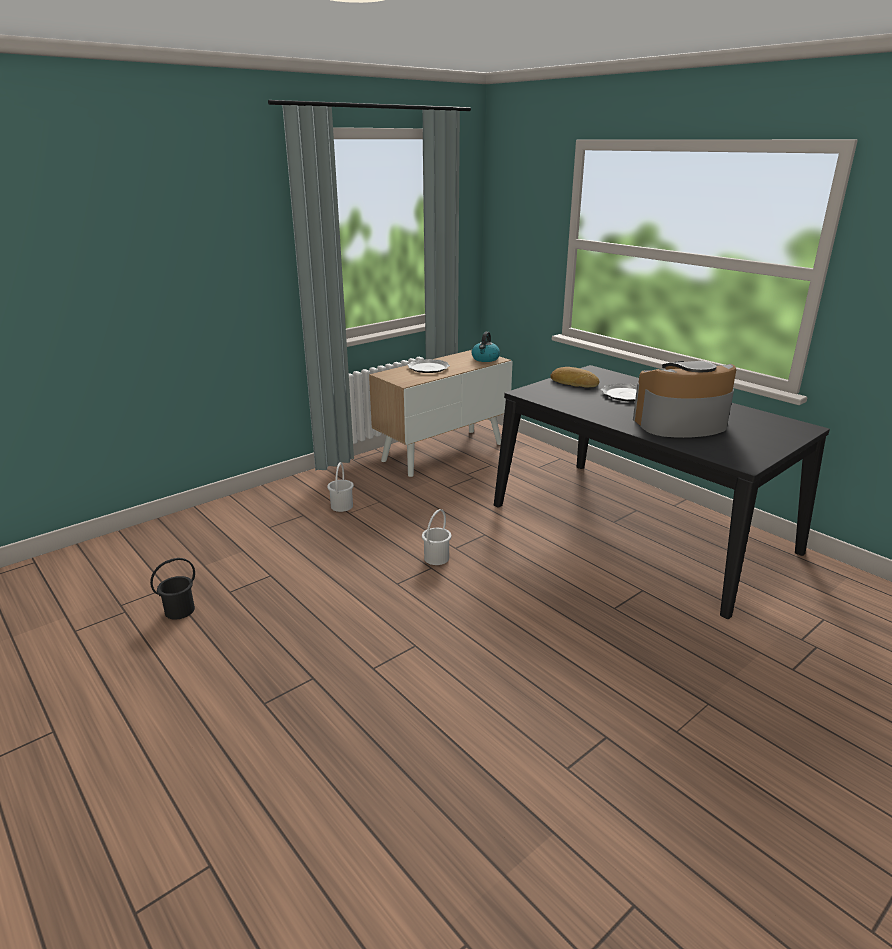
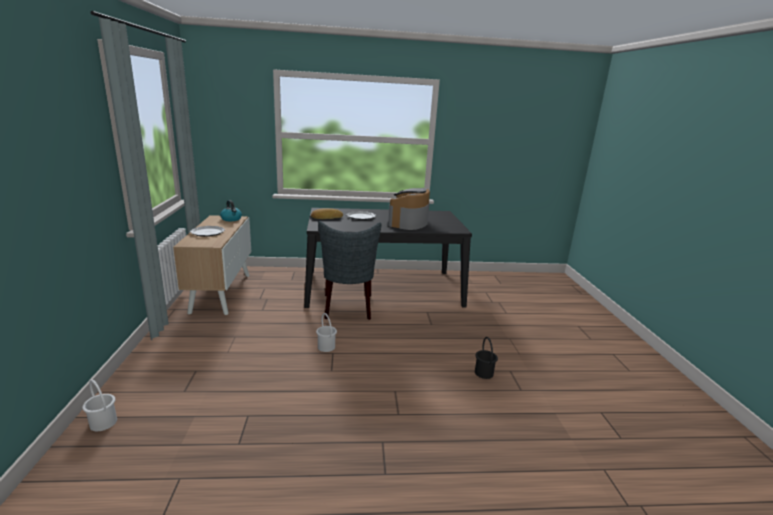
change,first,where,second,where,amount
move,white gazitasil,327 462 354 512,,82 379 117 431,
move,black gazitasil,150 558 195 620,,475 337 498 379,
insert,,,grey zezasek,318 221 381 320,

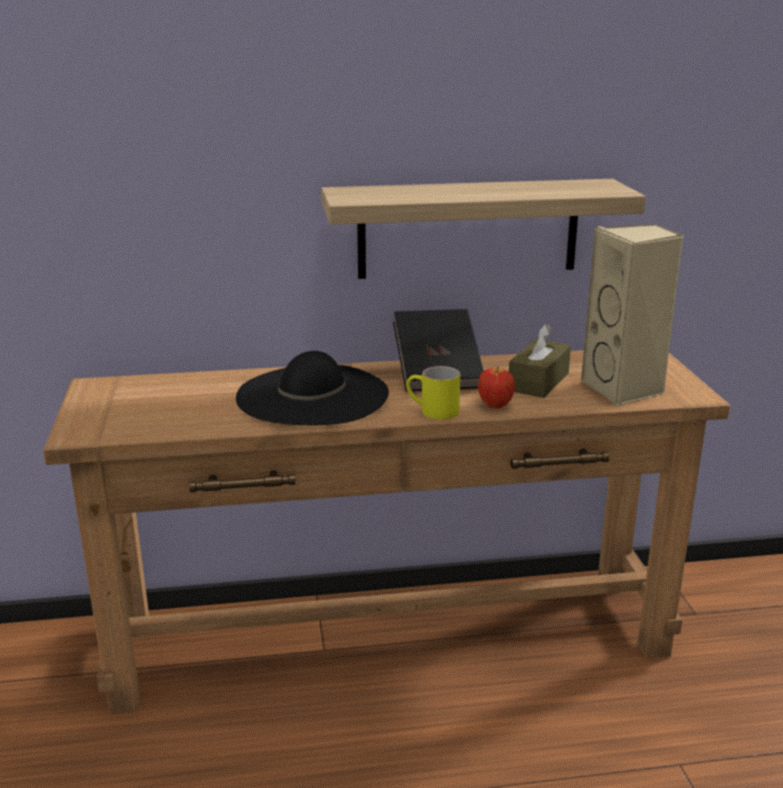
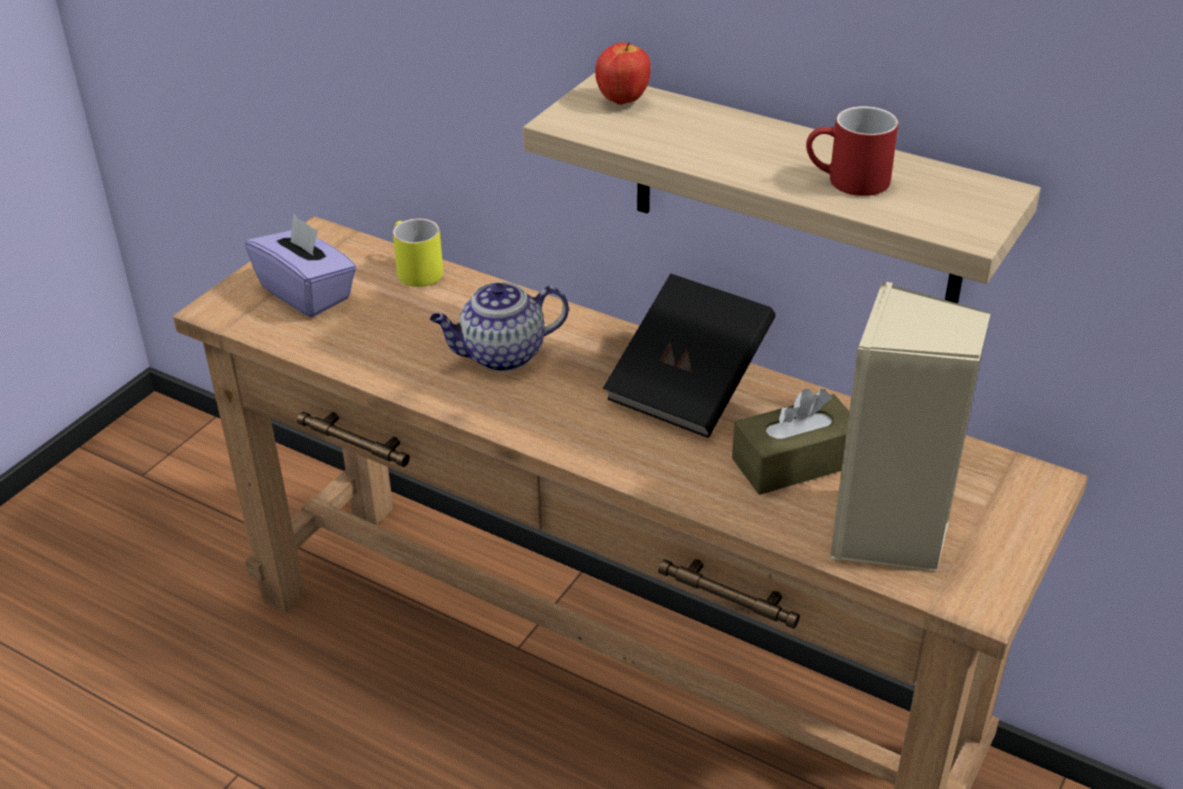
change,first,where,second,where,amount
replace,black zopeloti,236 351 389 426,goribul,430 282 569 372,
move,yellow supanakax,406 366 460 420,,393 218 443 287,
move,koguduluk,478 366 515 408,,595 42 651 105,
insert,,,red supanakax,806 106 899 196,
insert,,,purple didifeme,245 214 357 317,

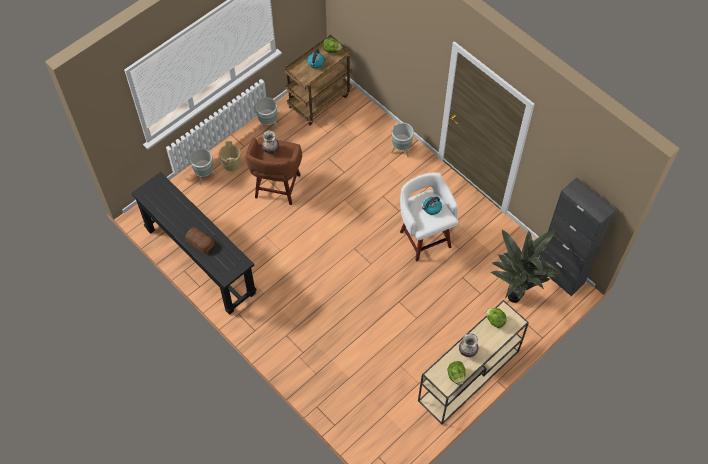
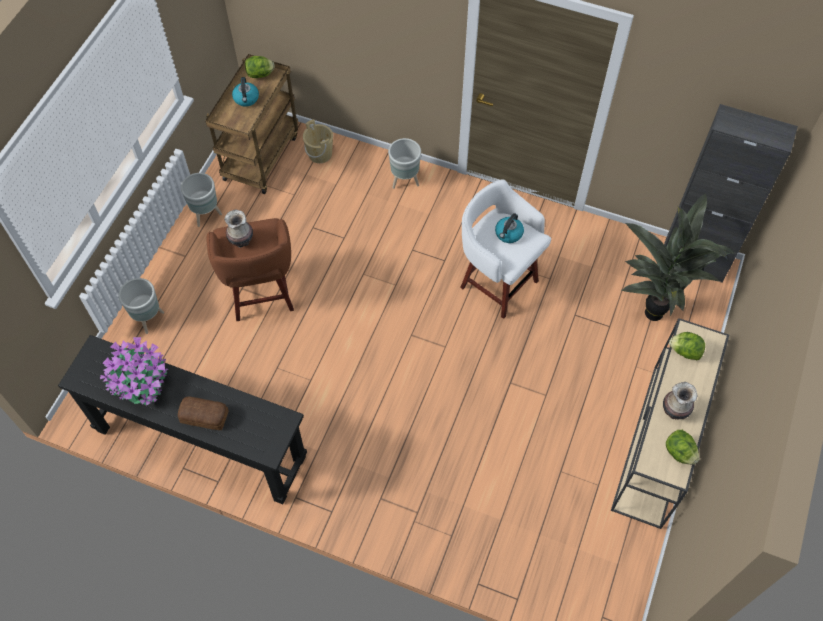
change,first,where,second,where,amount
move,beige gazitasil,219 141 241 171,,303 119 333 163,
insert,,,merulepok,100 337 168 405,

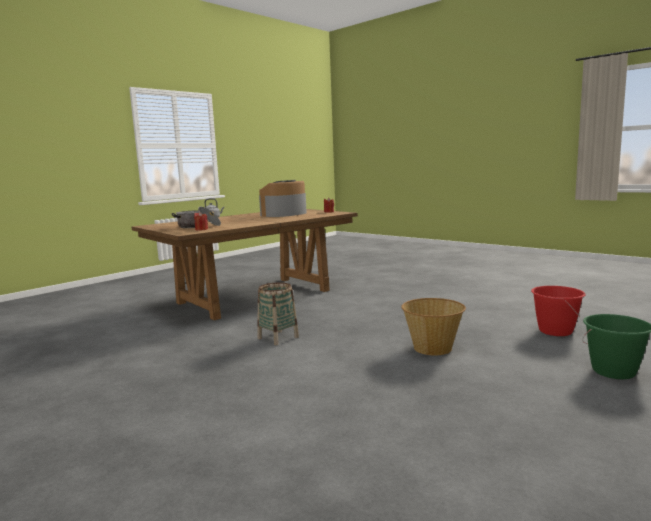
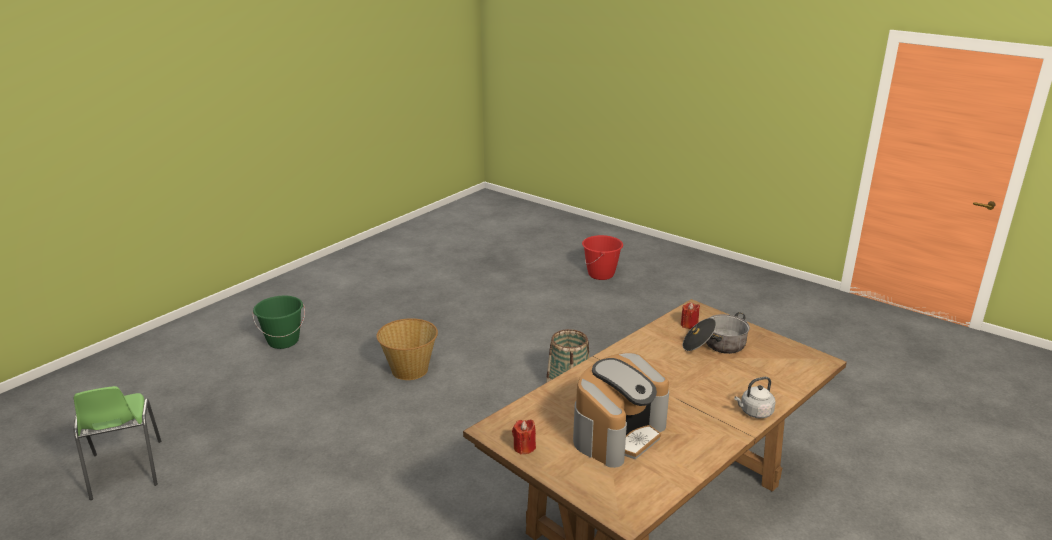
change,first,where,second,where,amount
move,red gazitasil,531 286 586 336,,582 235 623 280,
insert,,,green zezasek,74 386 161 500,

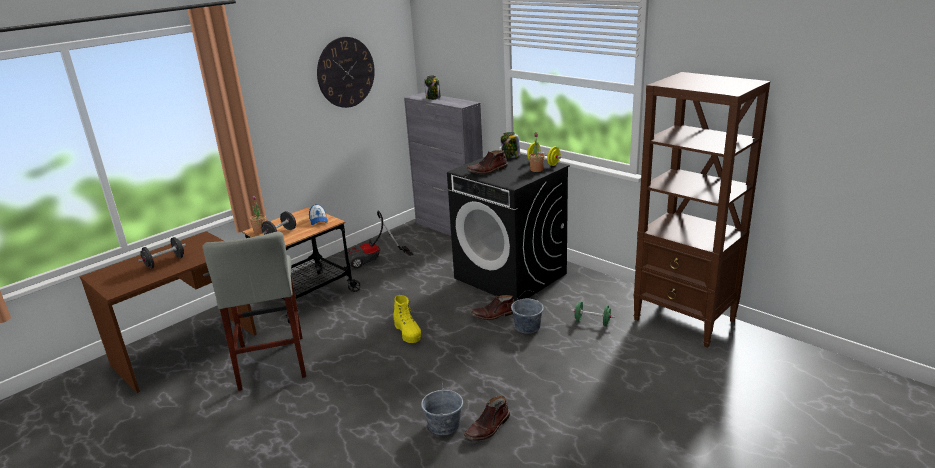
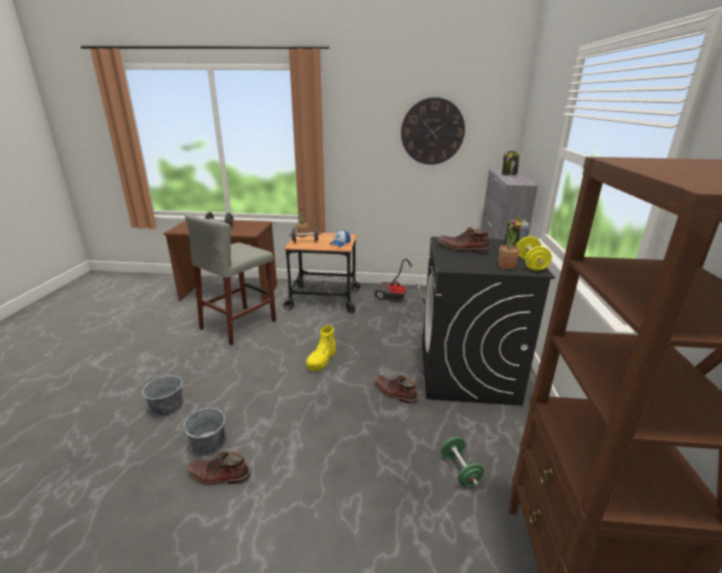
change,first,where,second,where,amount
move,grey gazitasil,511 290 544 334,,142 369 182 416,

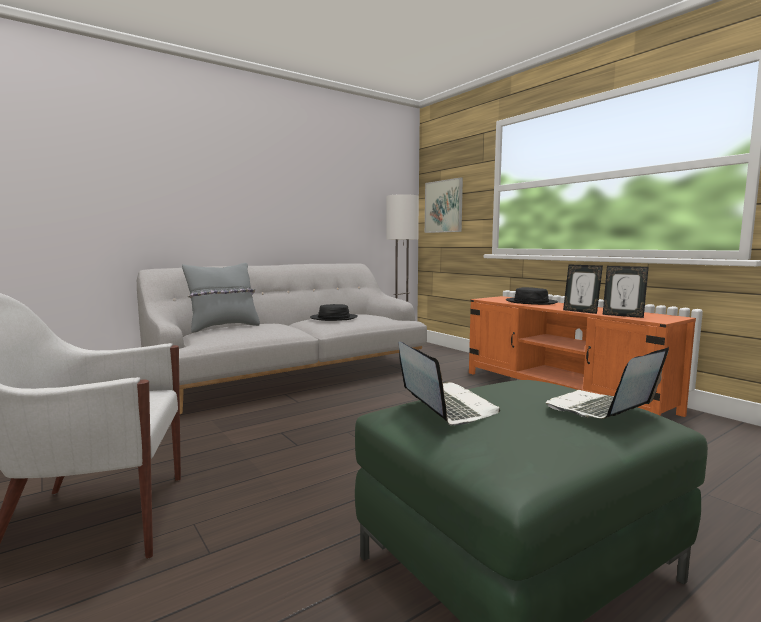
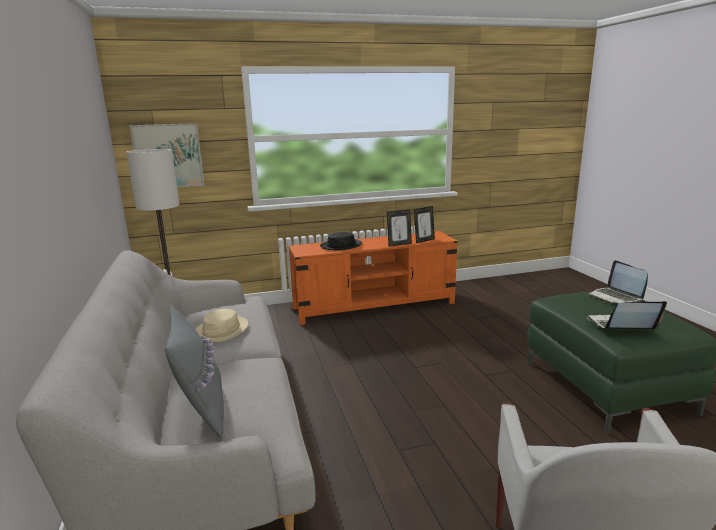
change,first,where,second,where,amount
recolor,black zopeloti,310 304 358 321,beige zopeloti,195 309 248 343,

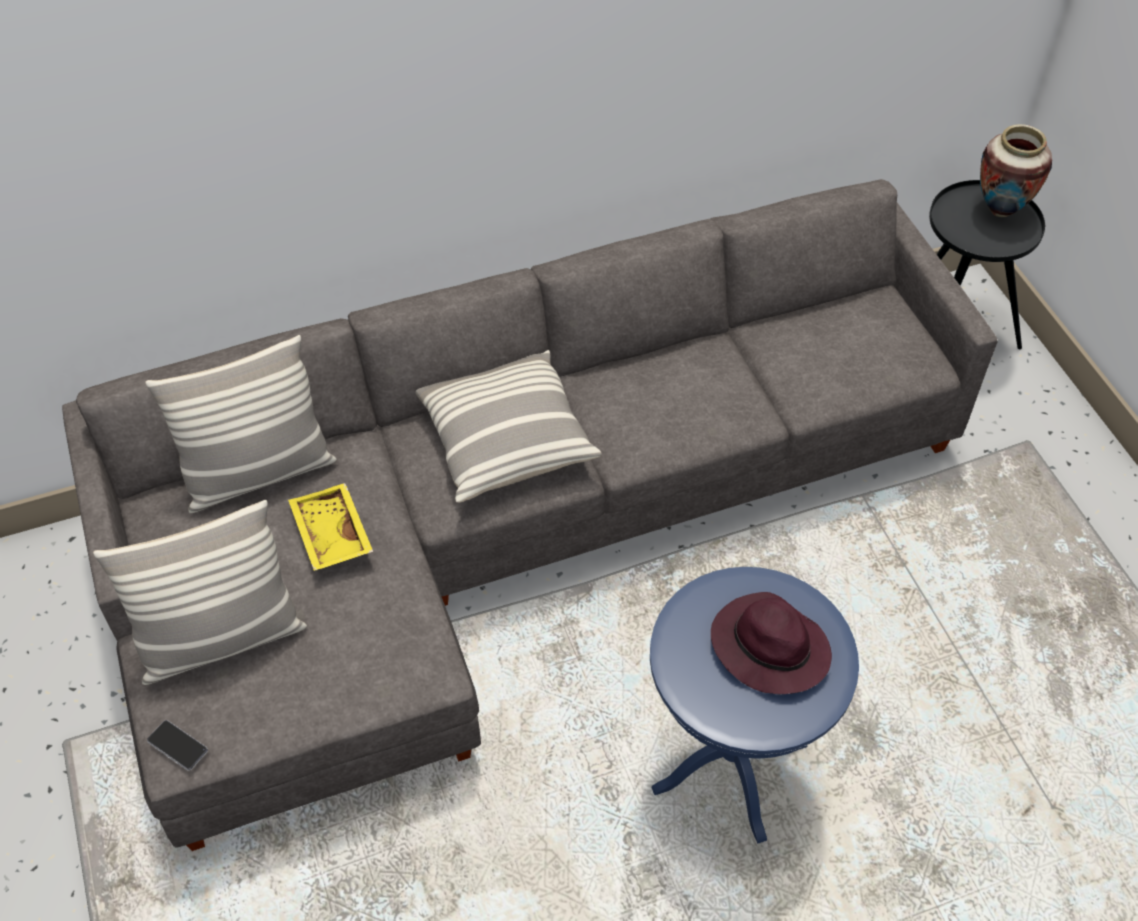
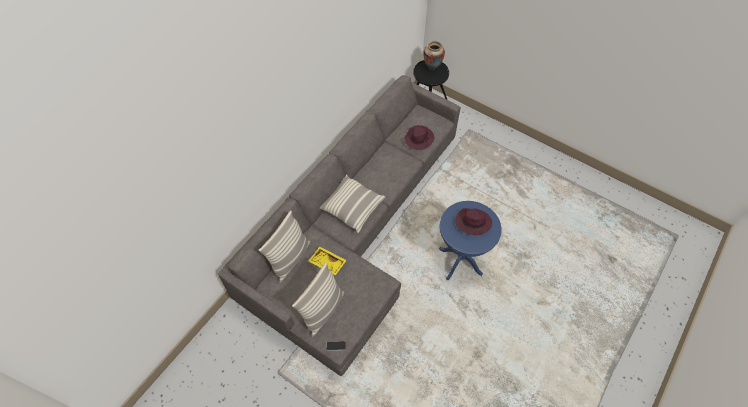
change,first,where,second,where,amount
insert,,,purple zopeloti,404 125 434 150,

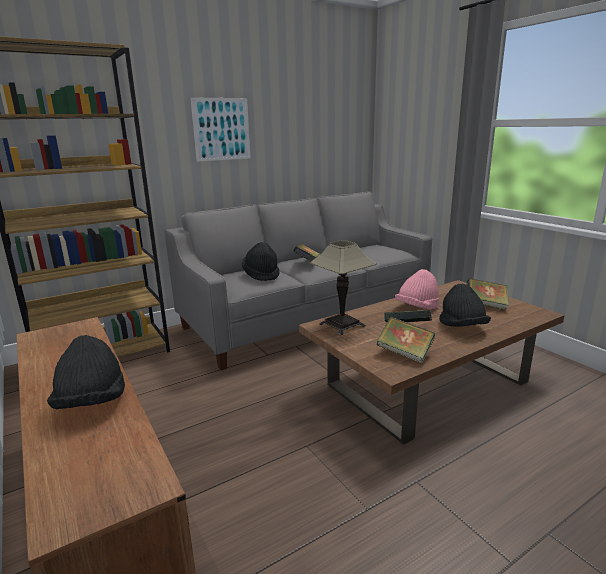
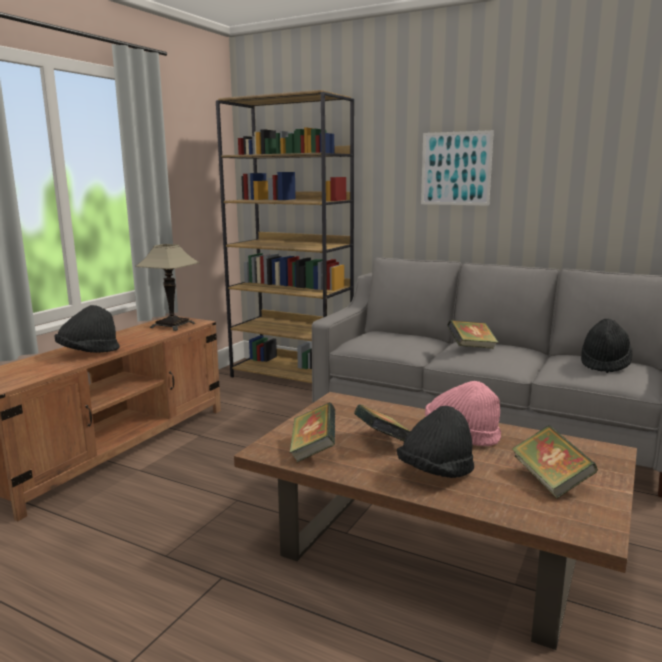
change,first,where,second,where,amount
move,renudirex,310 240 377 335,,136 244 200 331,
move,black zopeloti,242 242 279 281,,581 319 632 373,

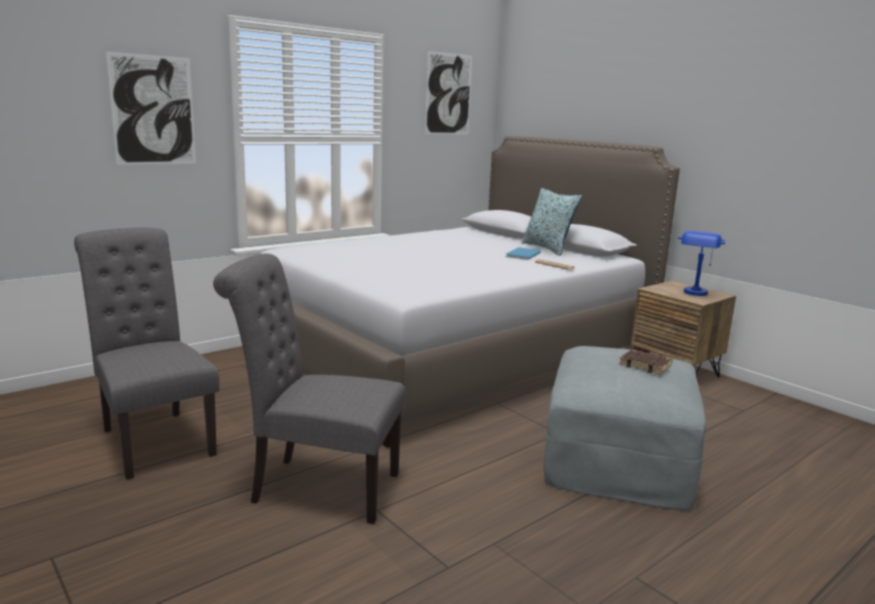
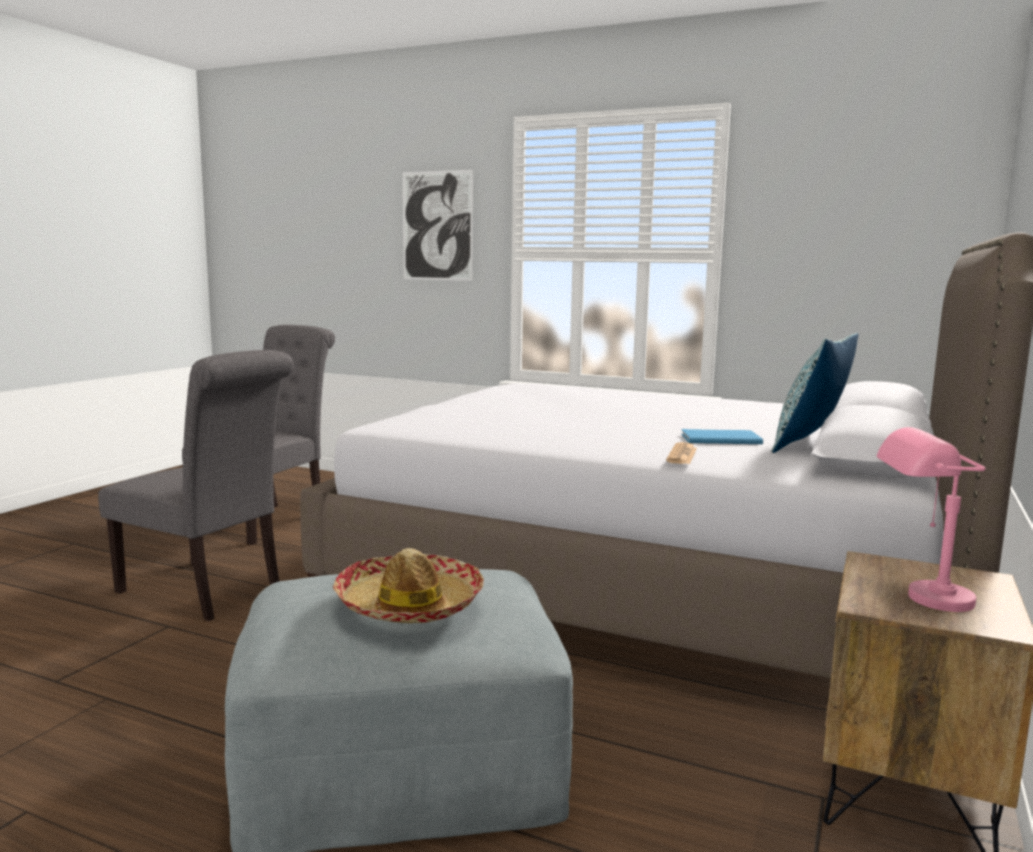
change,first,where,second,where,amount
delete,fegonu,425 51 472 135,,,
recolor,blue renudirex,678 231 726 296,pink renudirex,877 427 986 612,
rotate,grey zezasek,213 254 405 524,,98 350 294 621,135 degrees clockwise
replace,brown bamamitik,619 349 673 375,zopeloti,333 548 484 623,

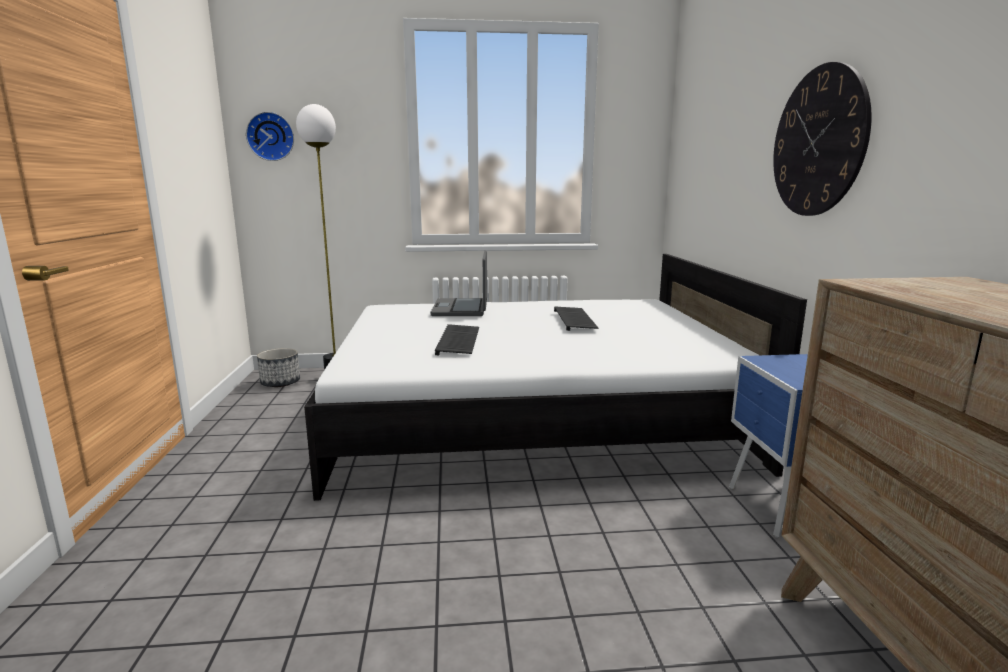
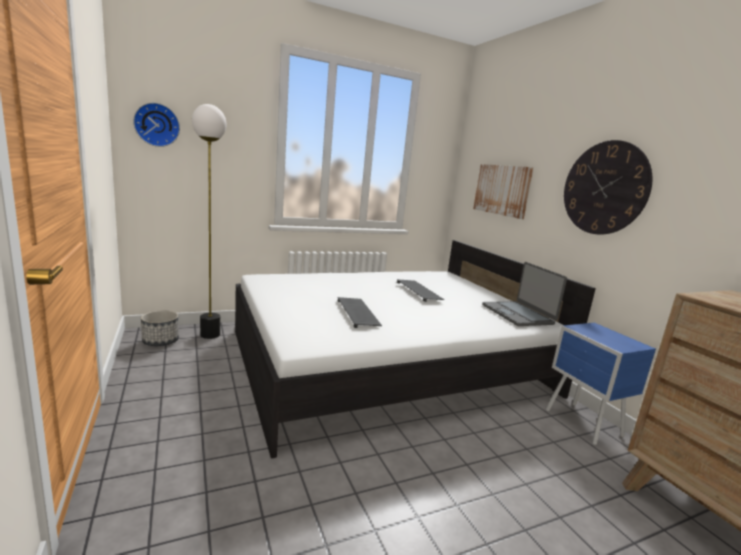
change,first,where,second,where,amount
move,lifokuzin,430 250 487 316,,482 262 567 326,
insert,,,fegonu,473 164 534 219,

